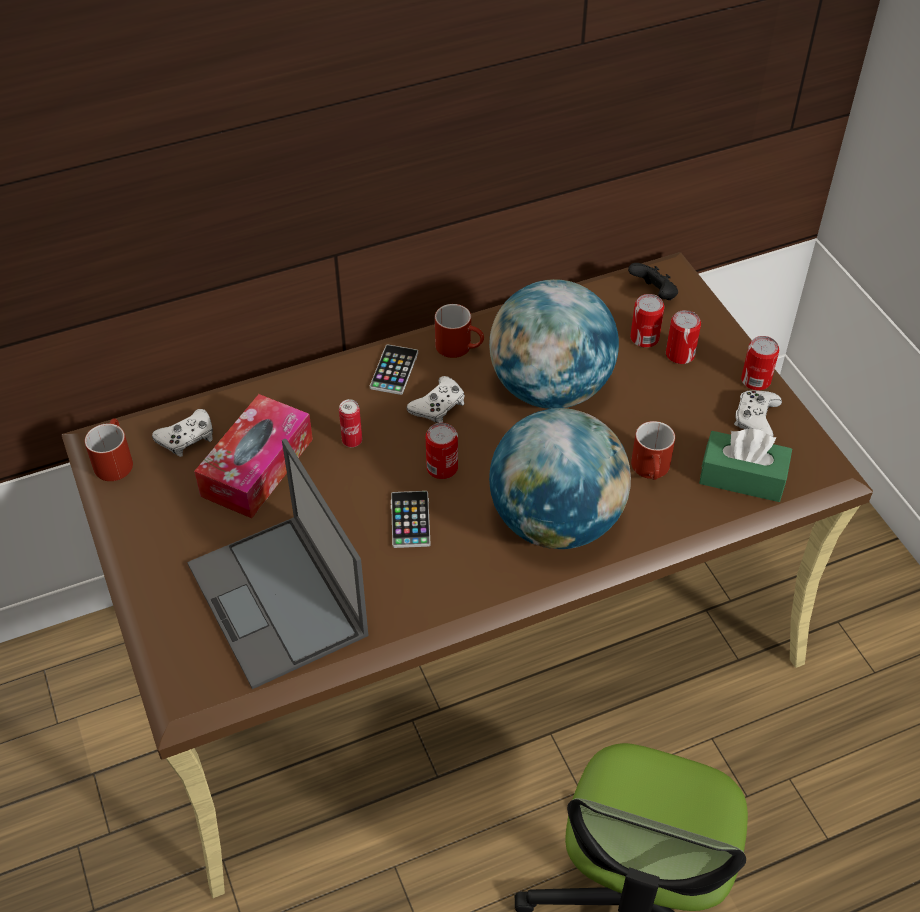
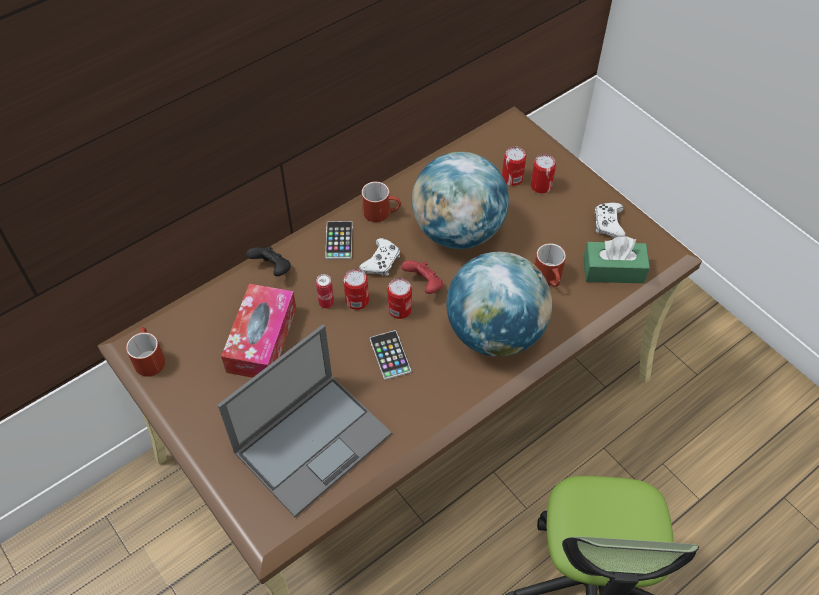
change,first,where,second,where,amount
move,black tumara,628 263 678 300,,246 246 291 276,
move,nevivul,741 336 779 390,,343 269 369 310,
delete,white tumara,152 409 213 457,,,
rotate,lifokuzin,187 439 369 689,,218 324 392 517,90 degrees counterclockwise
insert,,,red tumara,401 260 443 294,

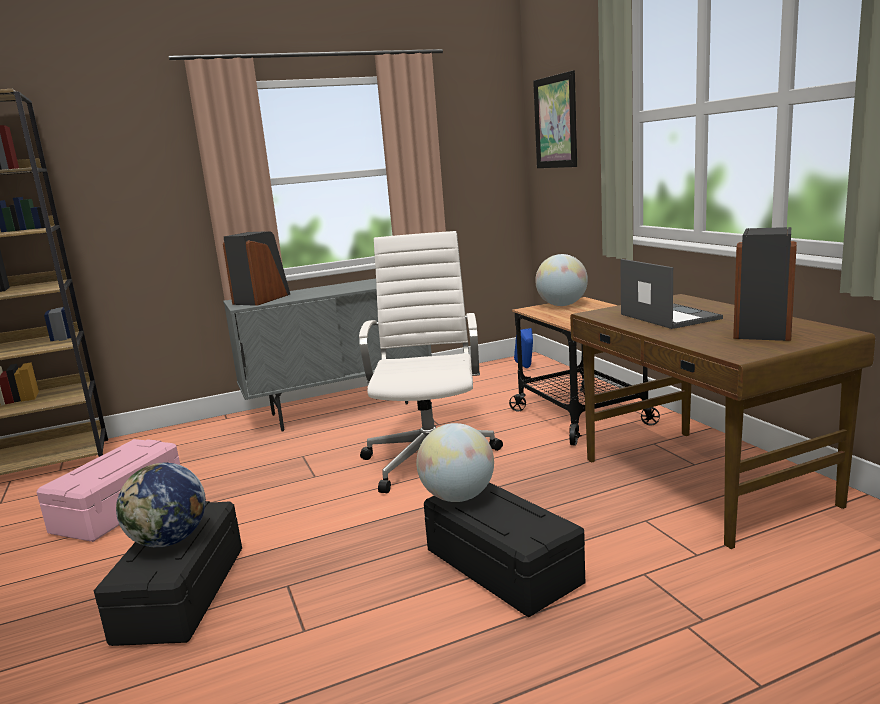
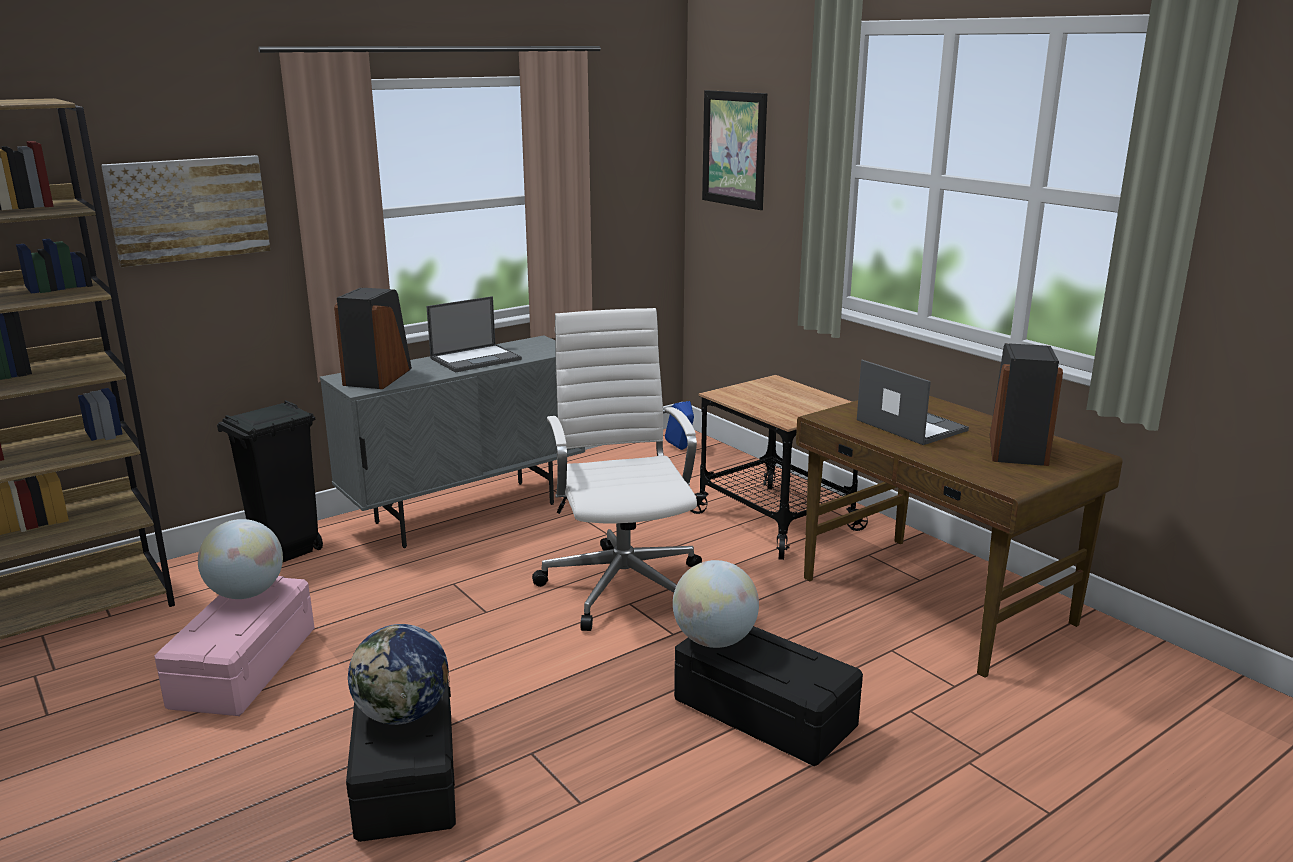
change,first,where,second,where,amount
move,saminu,535 254 588 306,,198 519 283 599,
insert,,,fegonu,101 155 271 267,
insert,,,lifokuzin,426 296 522 373,
insert,,,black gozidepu,217 400 323 562,

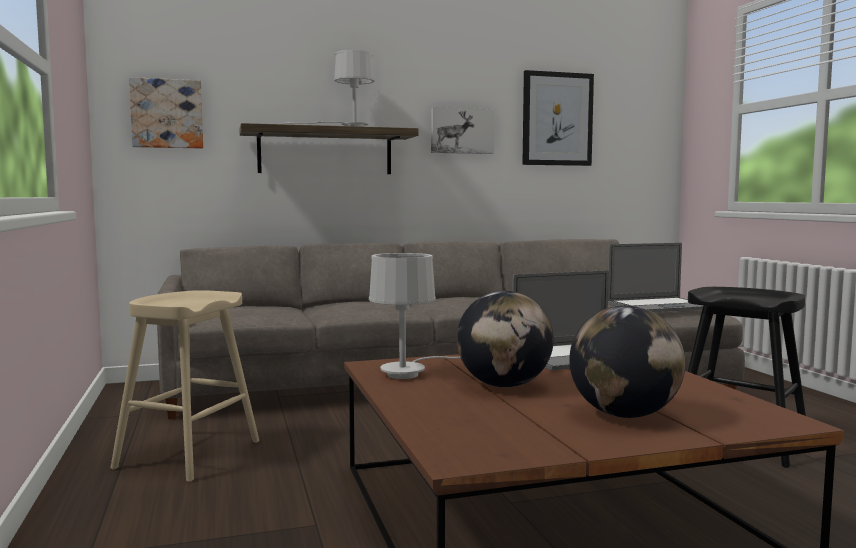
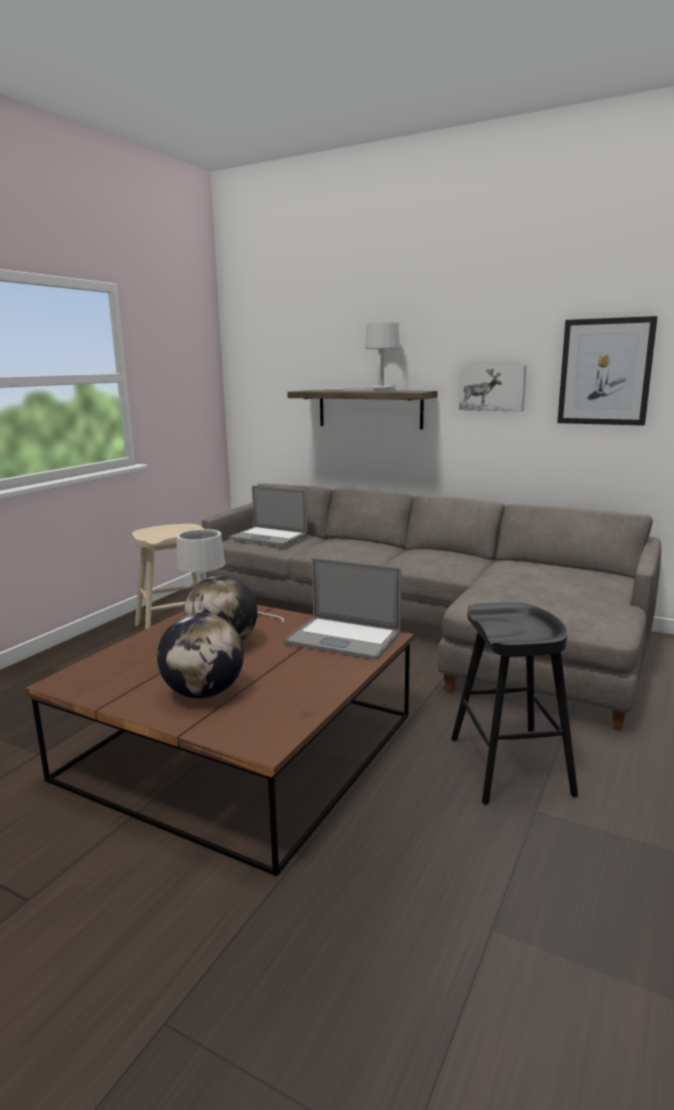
change,first,where,second,where,amount
delete,fegonu,129 77 203 149,,,
move,lifokuzin,608 243 703 312,,229 485 307 546,

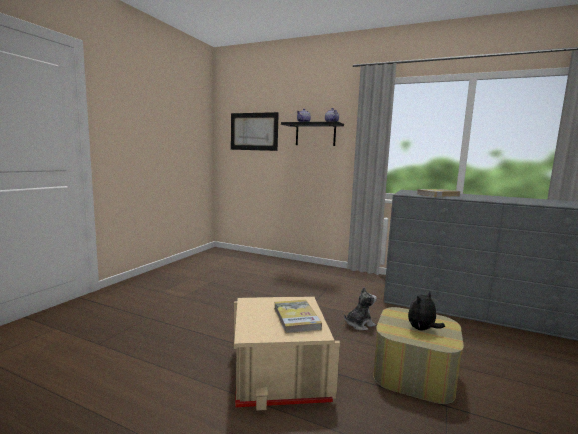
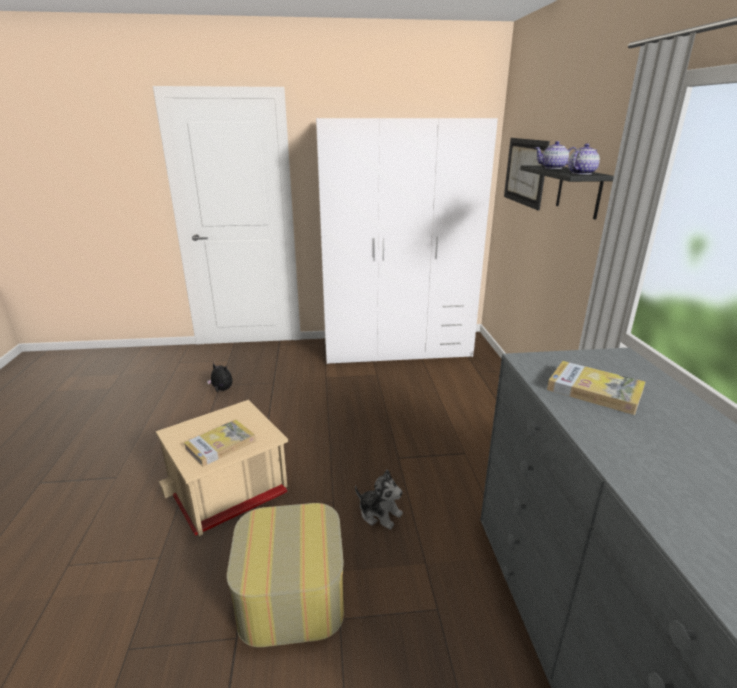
change,first,where,second,where,amount
move,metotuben,408 291 445 331,,207 363 232 392,
insert,,,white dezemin,316 118 498 364,

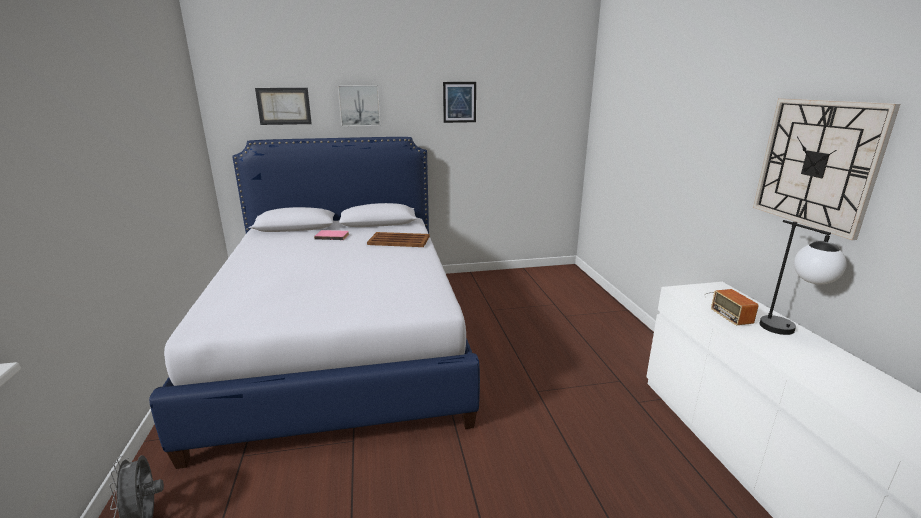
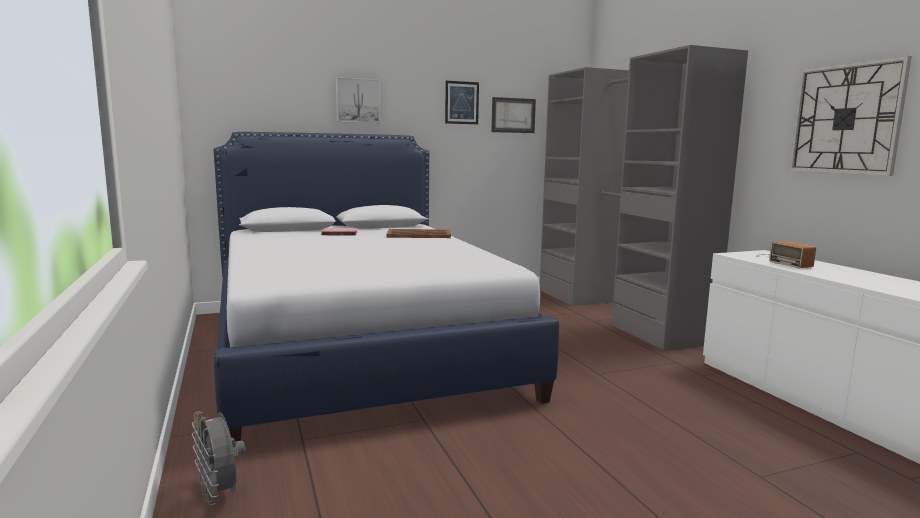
change,first,where,second,where,amount
move,fegonu,255 88 312 125,,491 97 536 133,
delete,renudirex,759 220 847 335,,,
insert,,,grey dezemin,540 45 748 350,

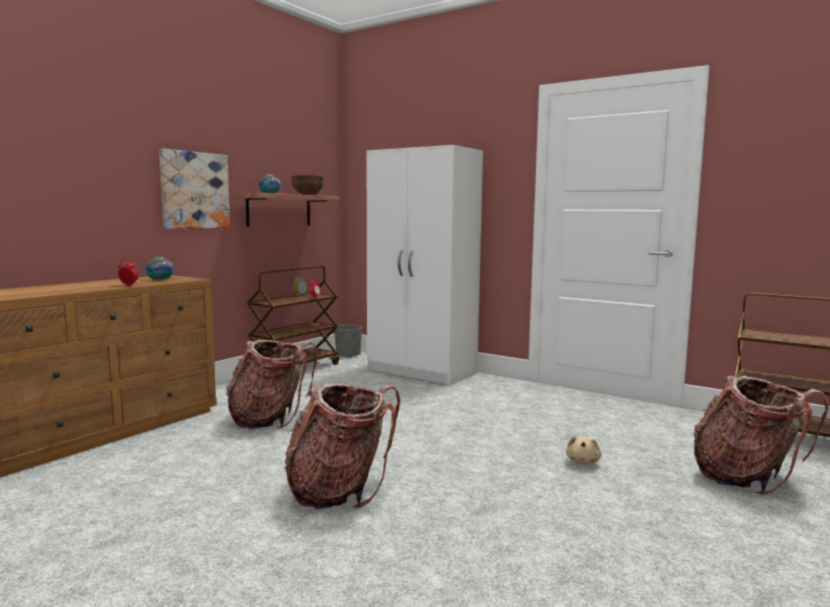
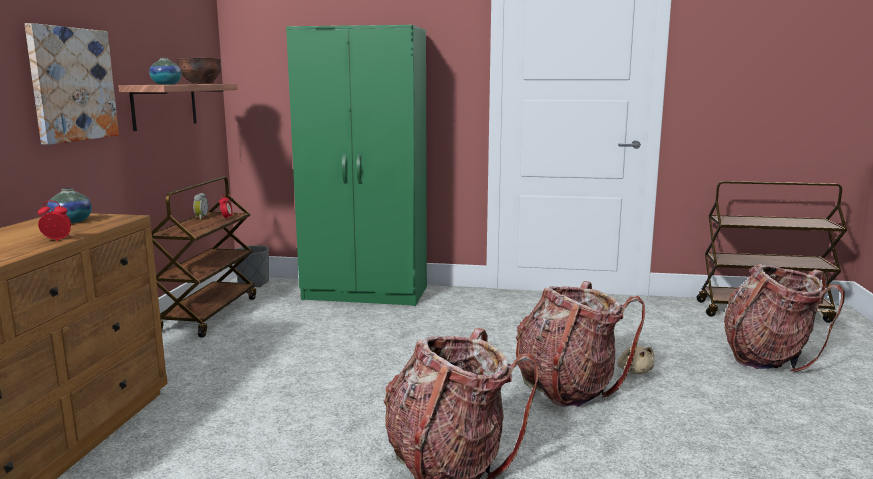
change,first,where,second,where,amount
recolor,white dezemin,367 145 483 385,green dezemin,286 25 427 306,
move,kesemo,226 340 318 429,,516 281 645 407,

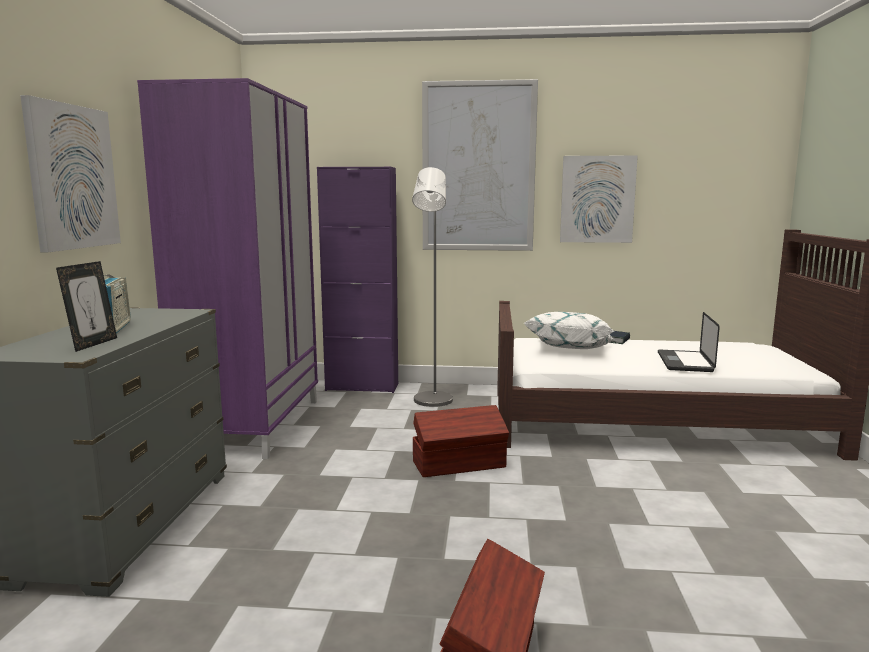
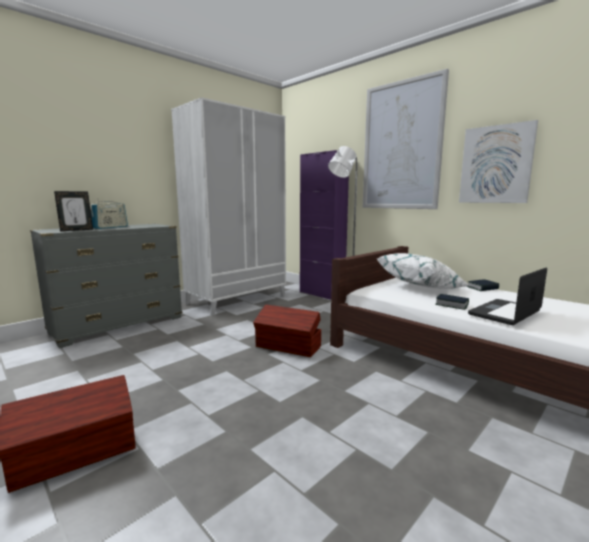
change,first,where,second,where,amount
recolor,purple dezemin,137 78 318 459,white dezemin,171 97 286 316,
delete,fegonu,20 95 121 252,,,
insert,,,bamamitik,435 294 469 310,

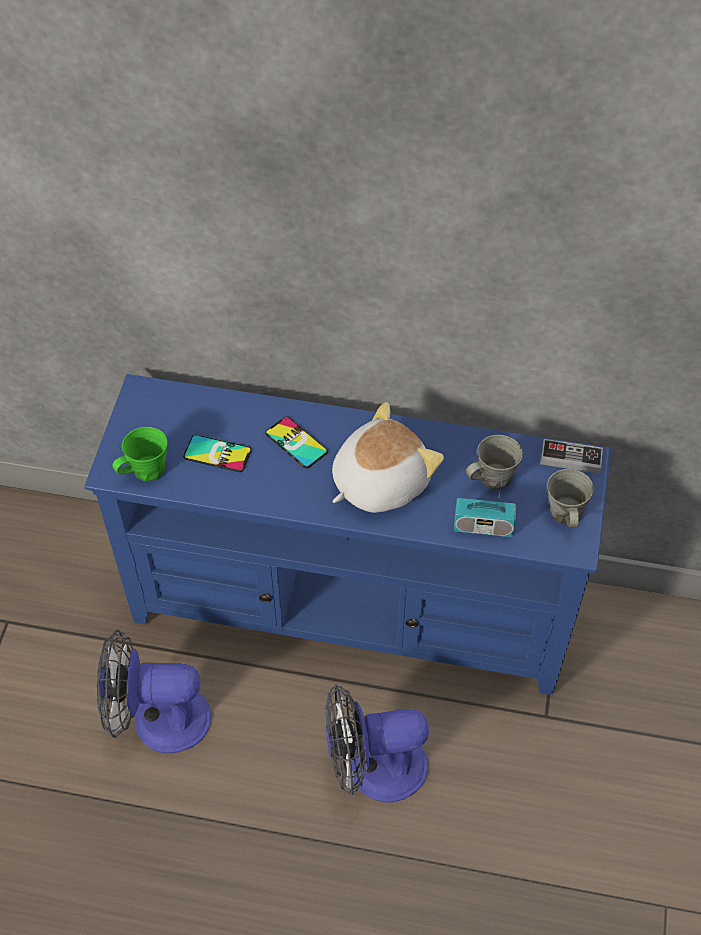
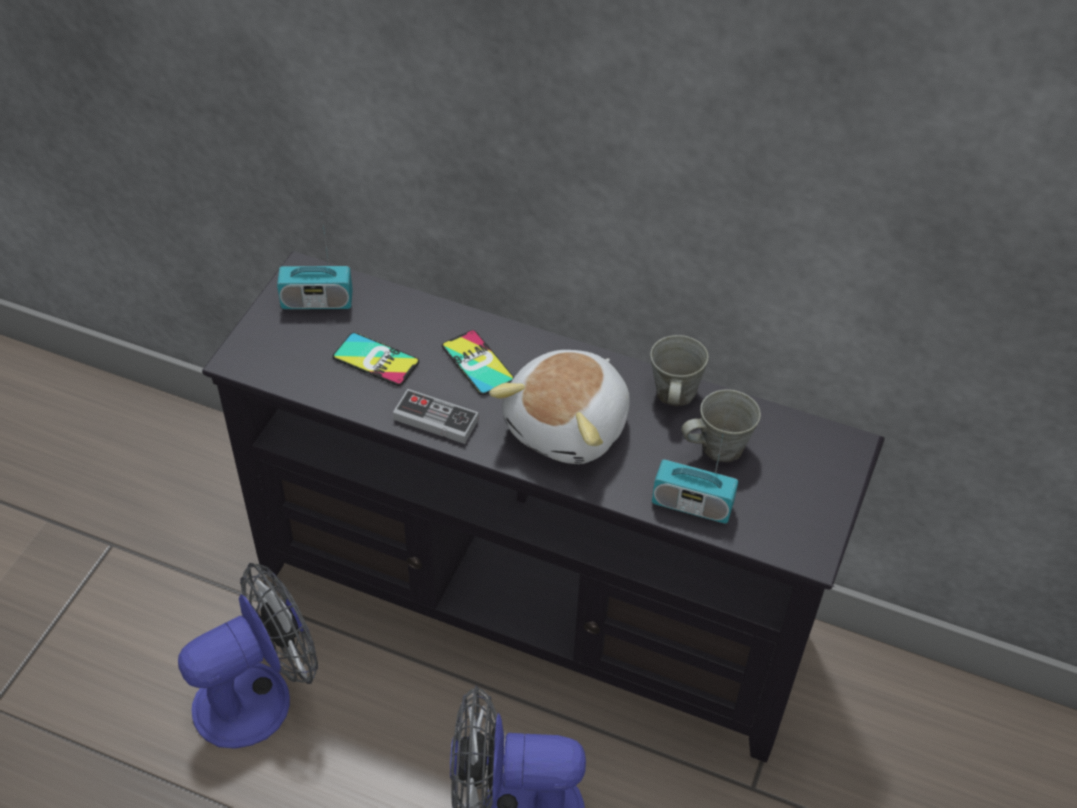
change,first,where,second,where,amount
recolor,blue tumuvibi,84 374 611 695,black tumuvibi,202 251 885 763,
rotate,metotuben,332 402 444 513,,489 350 630 464,150 degrees clockwise
delete,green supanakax,112 427 168 482,,,
move,tumara,540 439 603 473,,393 389 479 444,
move,grey supanakax,547 469 594 527,,650 335 709 406,
rotate,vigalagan,97 630 211 753,,178 563 318 749,135 degrees clockwise
insert,,,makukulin,277 218 353 309,

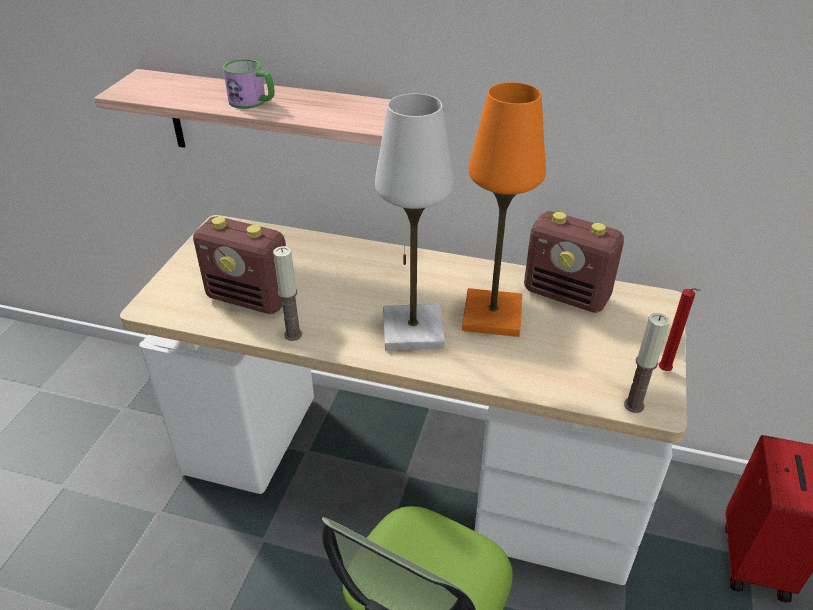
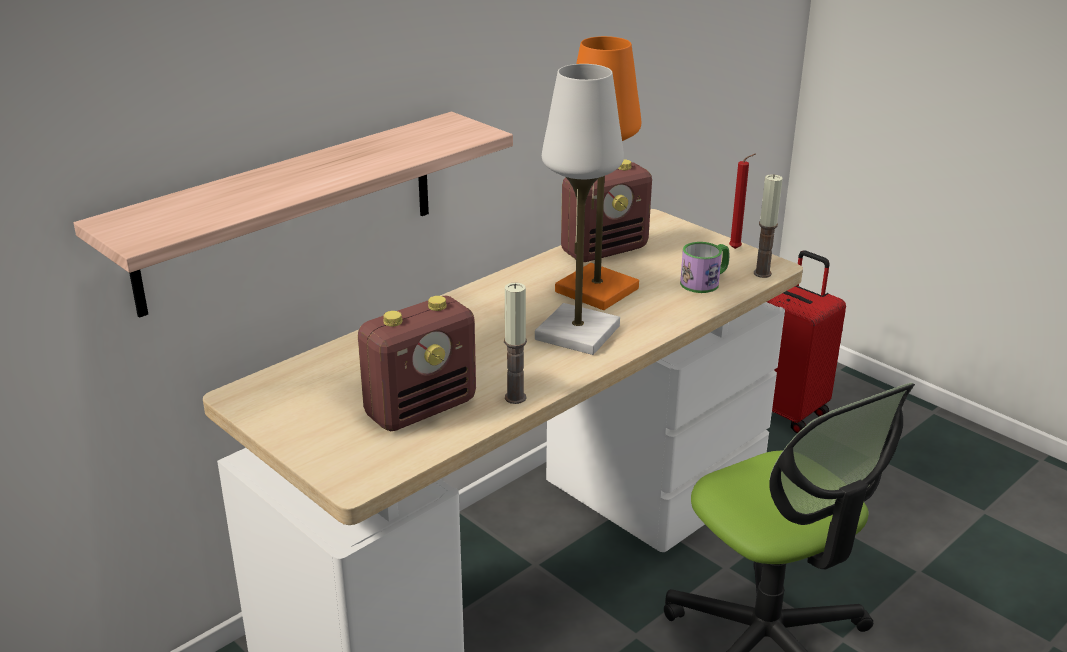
change,first,where,second,where,amount
move,supanakax,223 59 275 109,,680 242 729 293,

